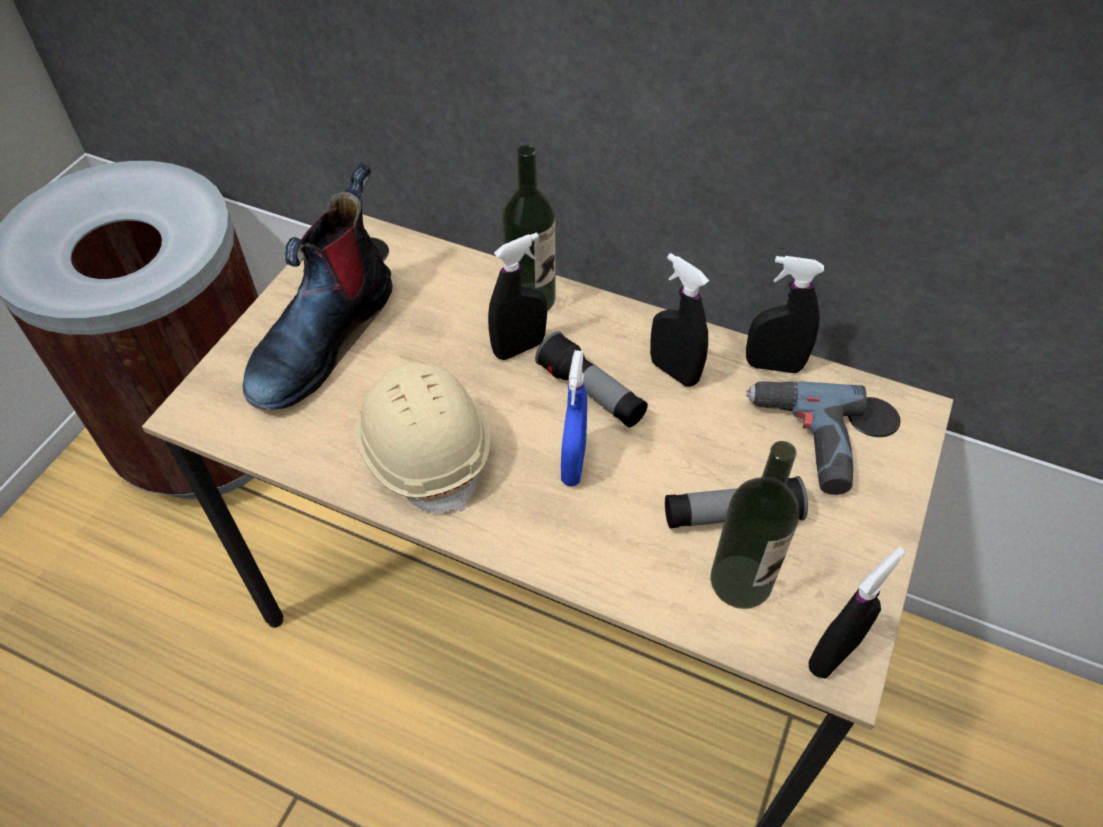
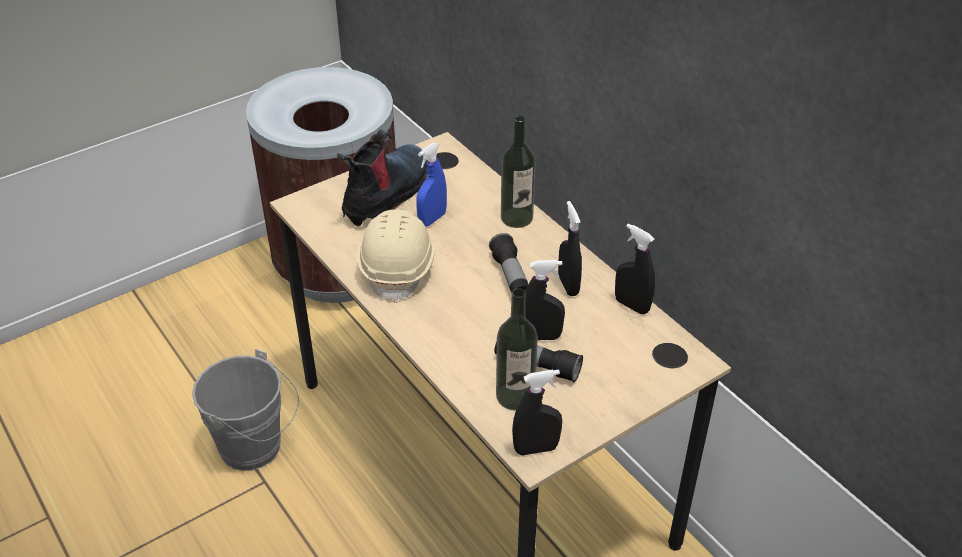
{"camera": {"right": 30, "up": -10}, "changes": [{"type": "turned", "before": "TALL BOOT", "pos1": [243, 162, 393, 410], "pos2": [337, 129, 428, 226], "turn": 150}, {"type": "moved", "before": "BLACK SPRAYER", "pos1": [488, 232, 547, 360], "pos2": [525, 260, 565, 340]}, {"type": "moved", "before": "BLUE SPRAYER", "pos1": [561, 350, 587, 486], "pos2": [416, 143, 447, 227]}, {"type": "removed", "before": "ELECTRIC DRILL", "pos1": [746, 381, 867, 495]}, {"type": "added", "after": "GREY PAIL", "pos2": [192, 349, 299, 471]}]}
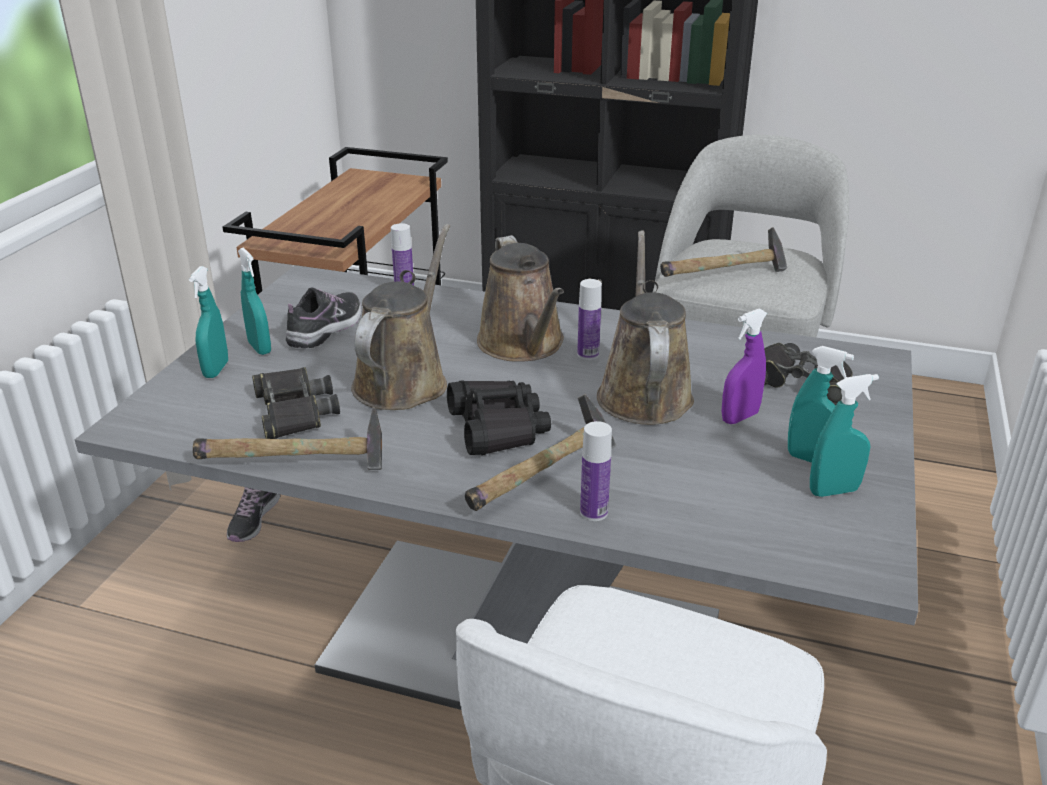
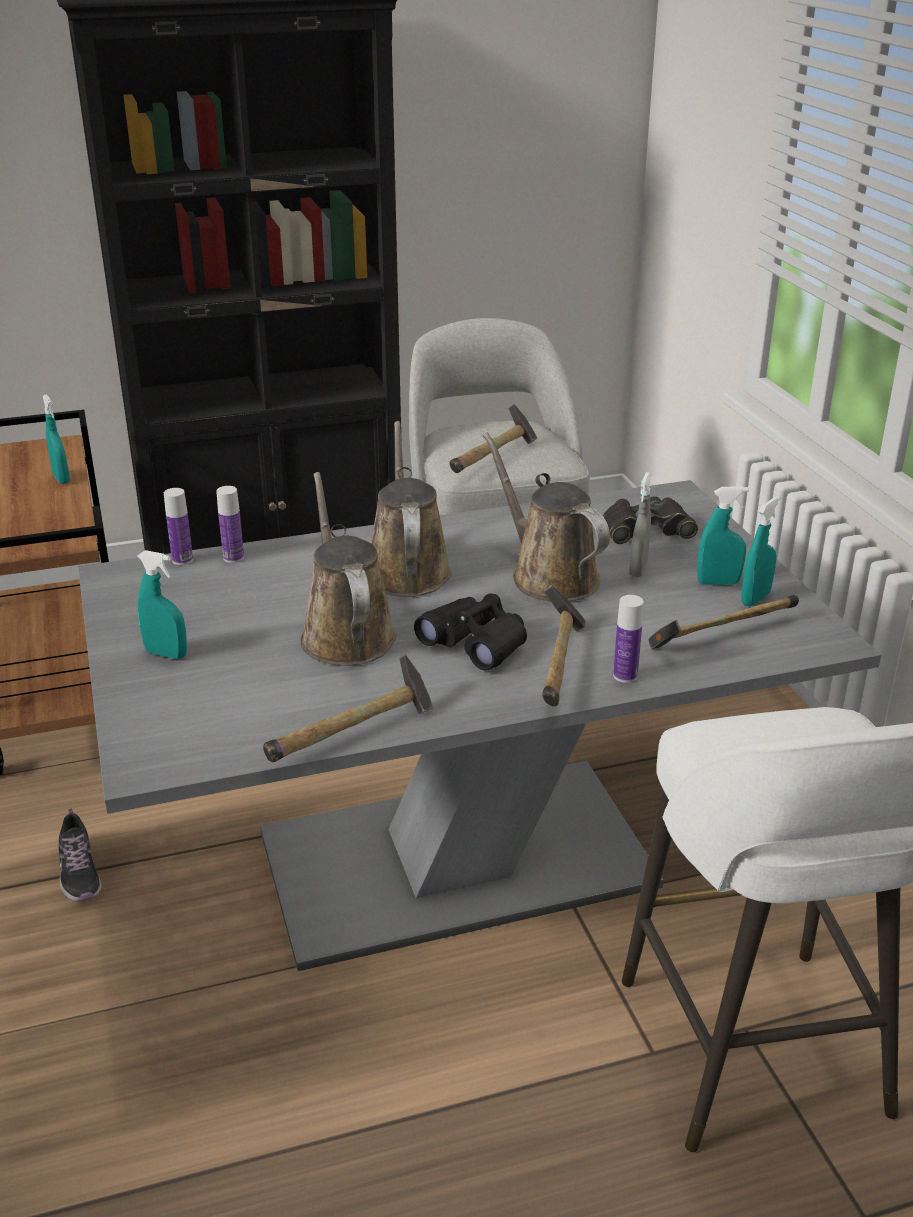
{"camera": {"right": -35, "up": 0}, "changes": [{"type": "moved", "before": "TURQUOISE SPRAYER", "pos1": [189, 266, 228, 378], "pos2": [43, 394, 70, 484]}, {"type": "removed", "before": "BLACK PAIR OF BINOCULARS", "pos1": [252, 367, 340, 439]}, {"type": "removed", "before": "SHOE", "pos1": [286, 287, 361, 348]}, {"type": "turned", "before": "BROWN-COLOURED SPRINKLING CAN", "pos1": [477, 235, 564, 362], "pos2": [371, 421, 452, 597], "turn": -135}, {"type": "moved", "before": "BEVERAGE BOTTLE", "pos1": [577, 279, 602, 360], "pos2": [164, 488, 193, 565]}, {"type": "recoloured", "before": "PURPLE-COLOURED SPRAYER", "after": "GREY SPRAYER", "pos1": [721, 309, 767, 424], "pos2": [629, 472, 651, 577]}, {"type": "added", "after": "TOOL HAMMER", "pos2": [648, 595, 799, 649]}]}
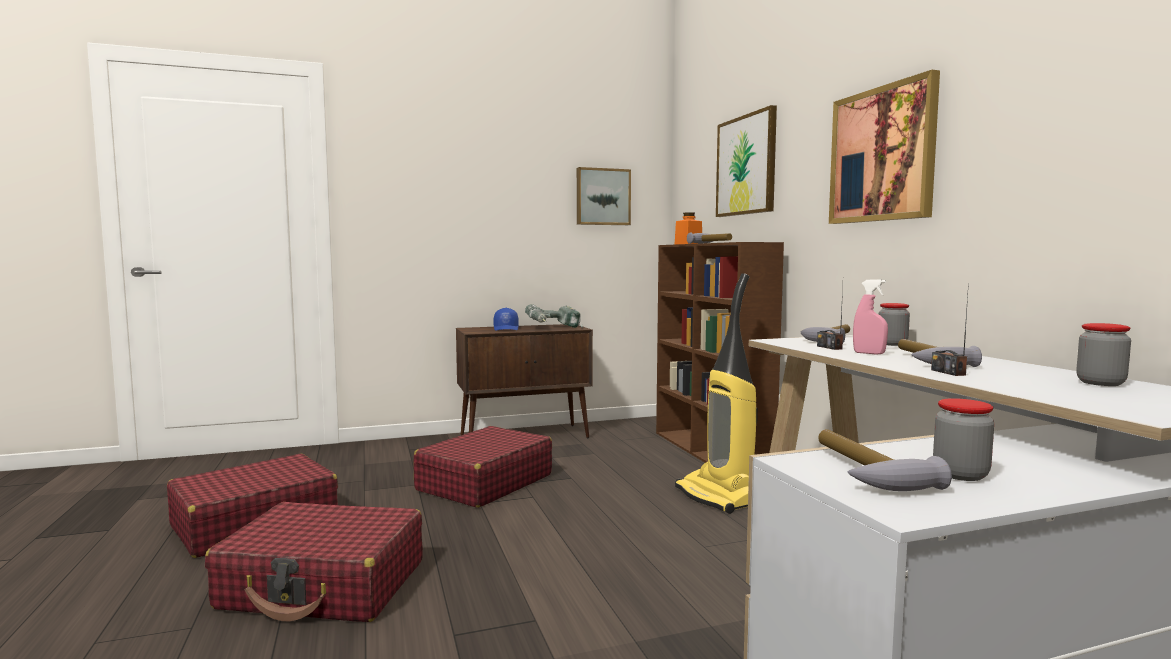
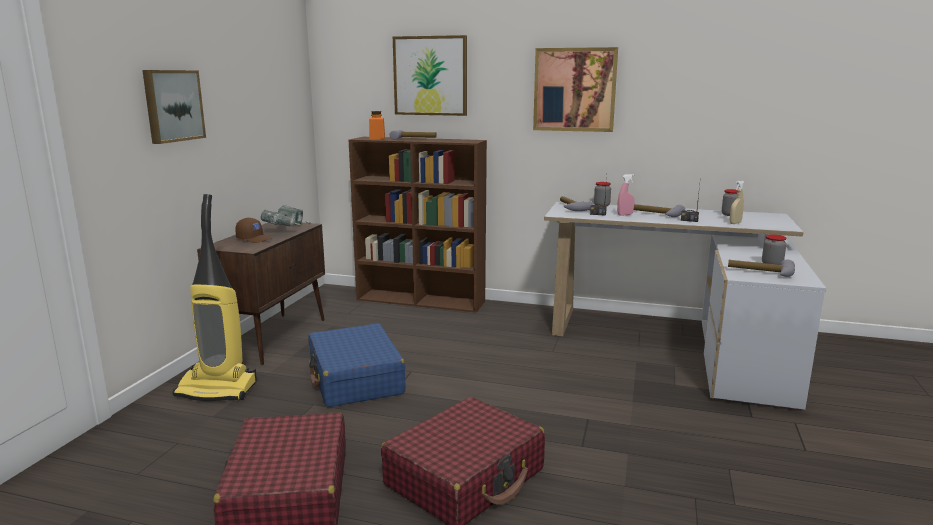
{"camera": {"right": -55, "up": 10}, "changes": [{"type": "recoloured", "before": "RED-COLOURED PIECE OF LUGGAGE", "after": "BLUE PIECE OF LUGGAGE", "pos1": [413, 426, 552, 508], "pos2": [308, 323, 406, 407]}, {"type": "recoloured", "before": "BLUE BASEBALL CAP", "after": "BROWN-COLOURED BASEBALL CAP", "pos1": [494, 308, 519, 331], "pos2": [235, 218, 272, 243]}, {"type": "moved", "before": "WALL ART", "pos1": [577, 167, 631, 225], "pos2": [142, 70, 206, 144]}, {"type": "moved", "before": "VACUUM CLEANER", "pos1": [675, 273, 758, 514], "pos2": [173, 194, 257, 401]}, {"type": "added", "after": "BEIGE-COLOURED SPRAYER", "pos2": [729, 180, 744, 224]}]}
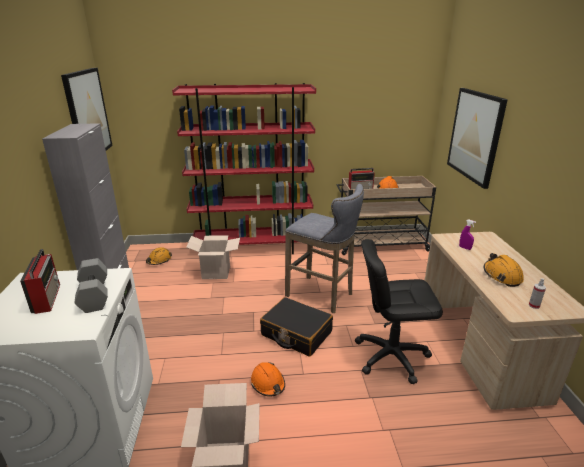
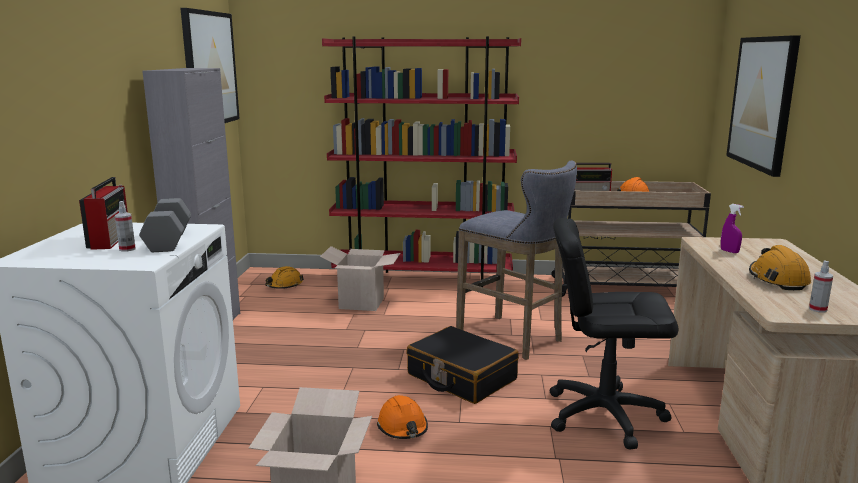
{"camera": {"right": 10, "up": -10}, "changes": [{"type": "added", "after": "SPRAYER", "pos2": [115, 201, 136, 252]}]}
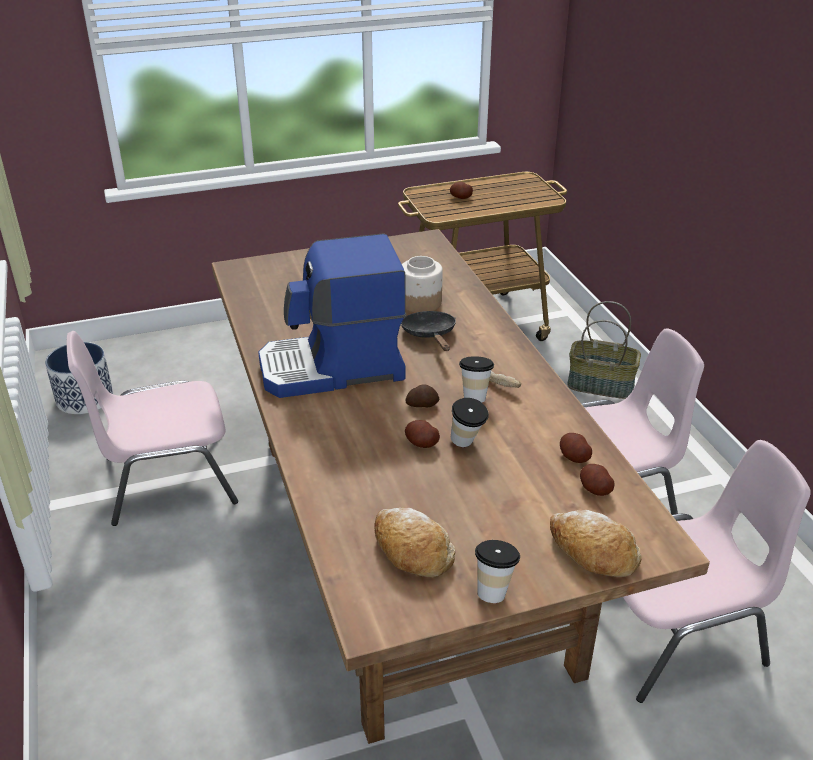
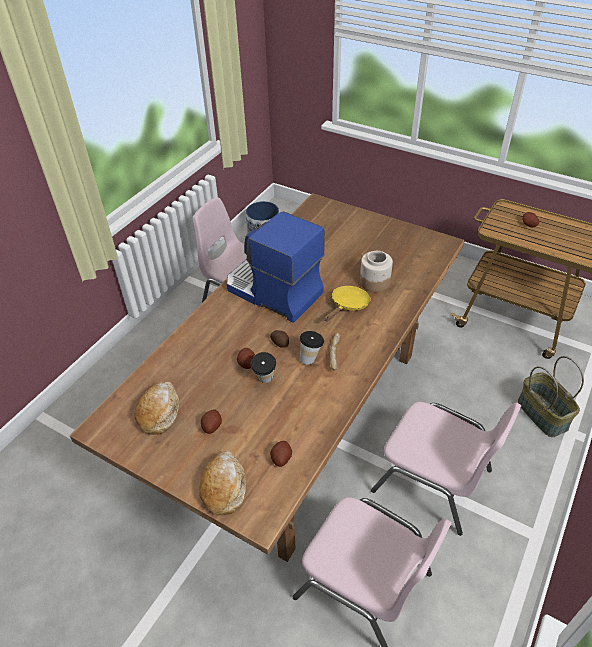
{"camera": {"right": 50, "up": 10}, "changes": [{"type": "recoloured", "before": "BLACK SKILLET", "after": "YELLOWISH SKILLET", "pos1": [401, 311, 456, 351], "pos2": [324, 286, 371, 321]}, {"type": "removed", "before": "SMALL CUP", "pos1": [475, 540, 520, 603]}, {"type": "moved", "before": "SPUD", "pos1": [560, 433, 592, 463], "pos2": [201, 409, 222, 434]}]}
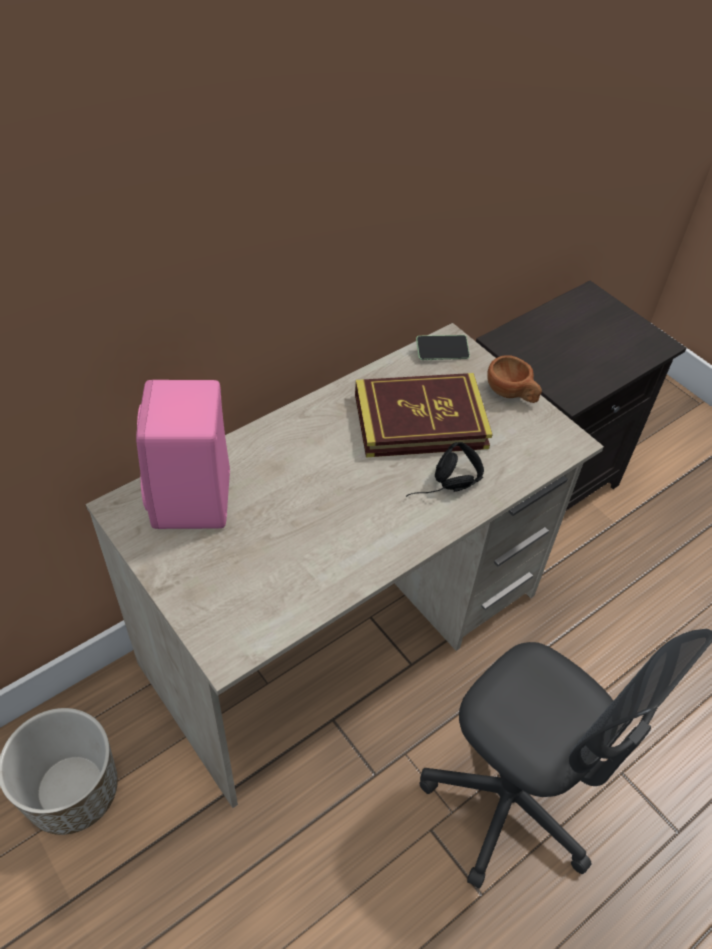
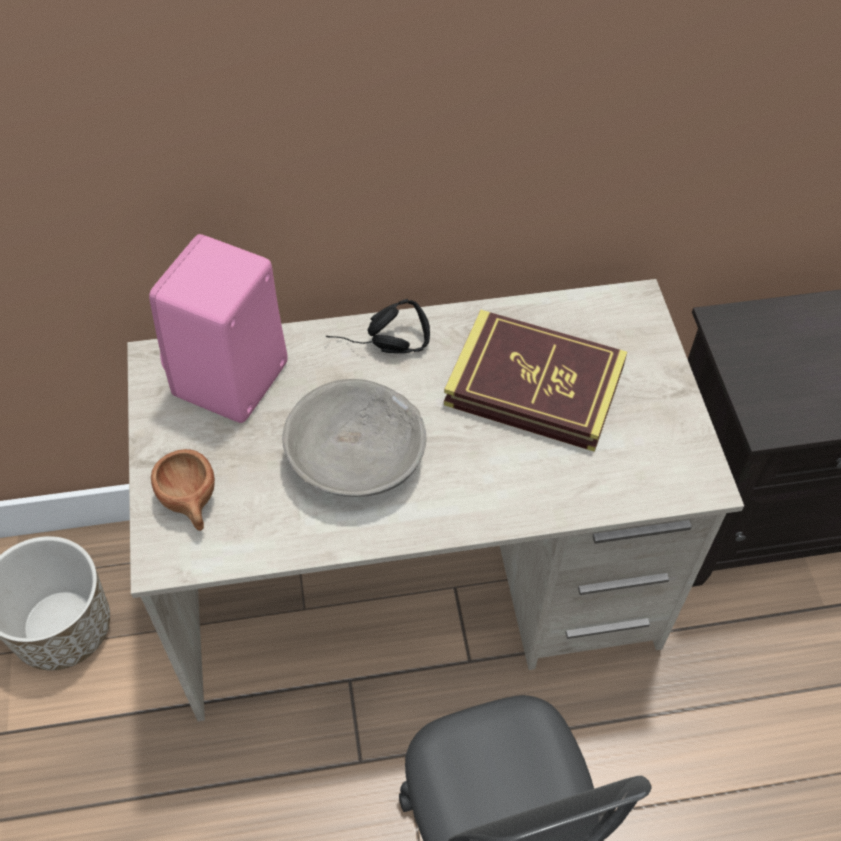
{"camera": {"right": 30, "up": 5}, "changes": [{"type": "moved", "before": "BLACK PAIR OF HEADPHONES", "pos1": [406, 442, 484, 497], "pos2": [326, 299, 430, 353]}, {"type": "removed", "before": "HANDSET", "pos1": [416, 335, 470, 360]}, {"type": "moved", "before": "BROWN-COLOURED SMALL CUP", "pos1": [487, 355, 542, 403], "pos2": [151, 449, 215, 531]}, {"type": "added", "after": "GREY DEEP DISH", "pos2": [282, 379, 427, 497]}]}
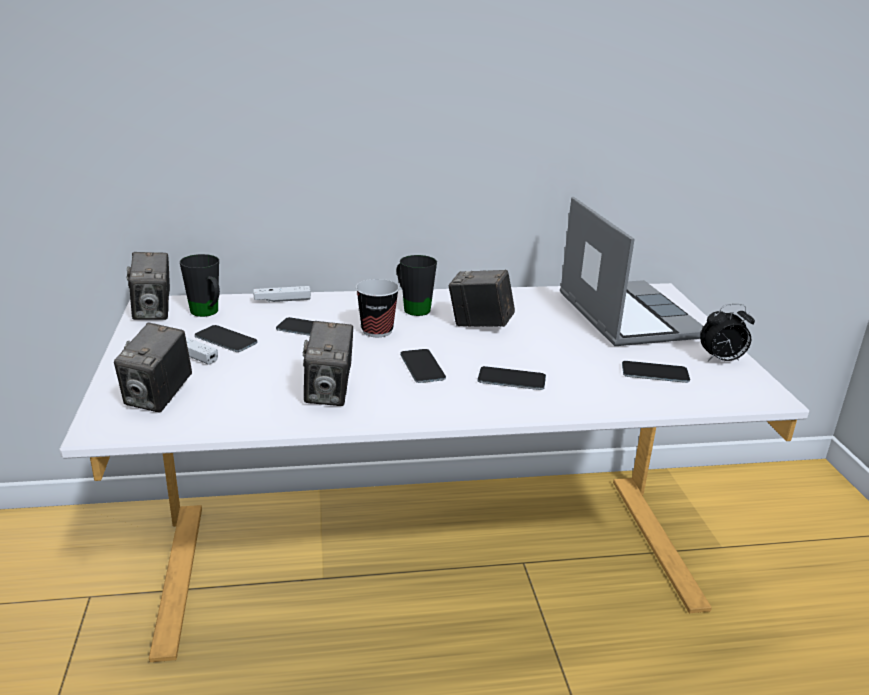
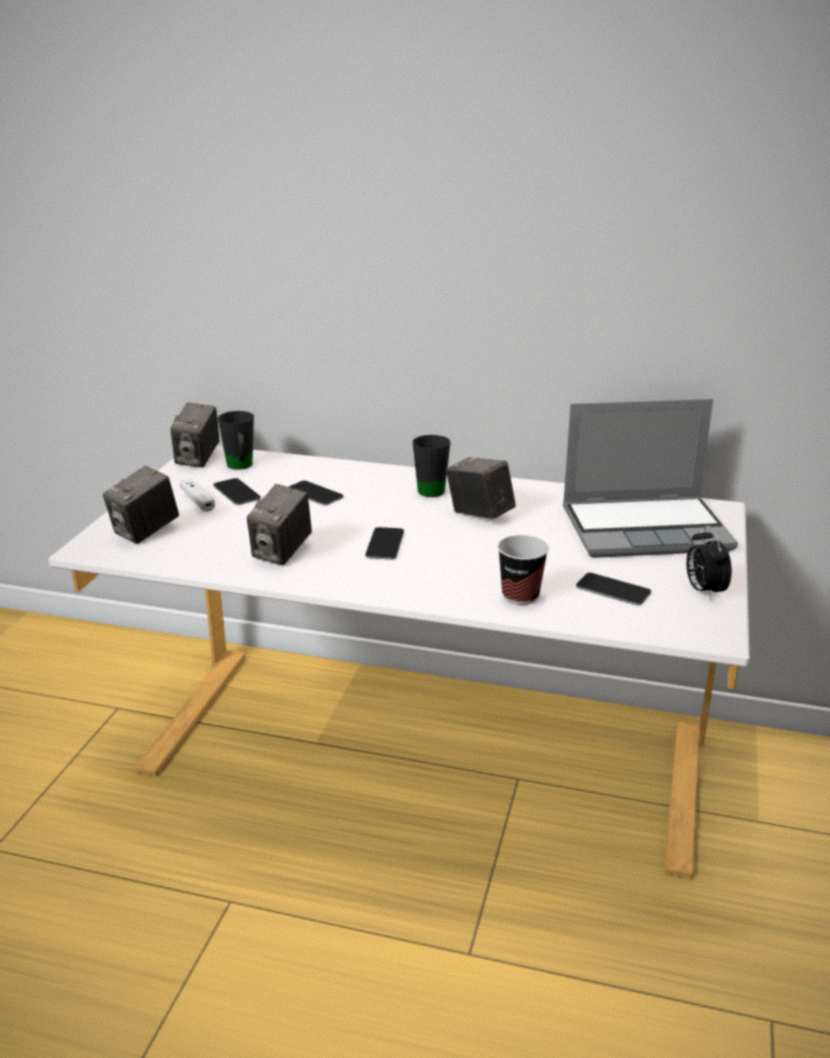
{"camera": {"right": 25, "up": 0}, "changes": [{"type": "removed", "before": "WHITISH GAMEPAD", "pos1": [253, 286, 311, 302]}, {"type": "moved", "before": "SMALL CUP", "pos1": [356, 279, 399, 337], "pos2": [497, 535, 549, 605]}, {"type": "removed", "before": "HANDSET", "pos1": [478, 366, 546, 390]}, {"type": "turned", "before": "PORTABLE COMPUTER", "pos1": [560, 197, 704, 346], "pos2": [563, 399, 738, 558], "turn": 75}, {"type": "turned", "before": "TABLE CLOCK", "pos1": [700, 304, 755, 361], "pos2": [686, 526, 732, 601], "turn": 60}]}
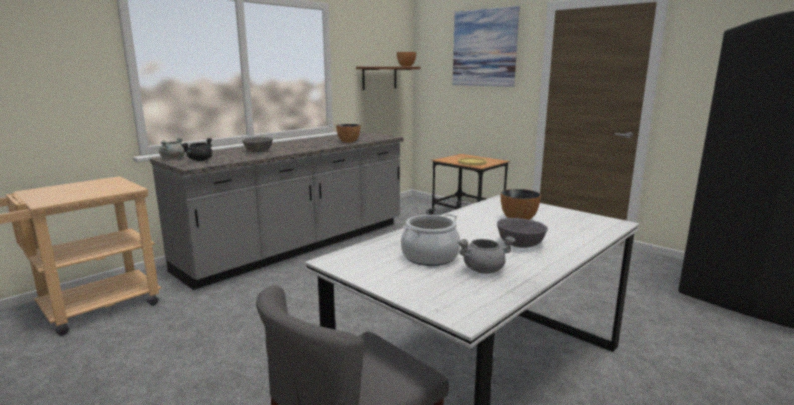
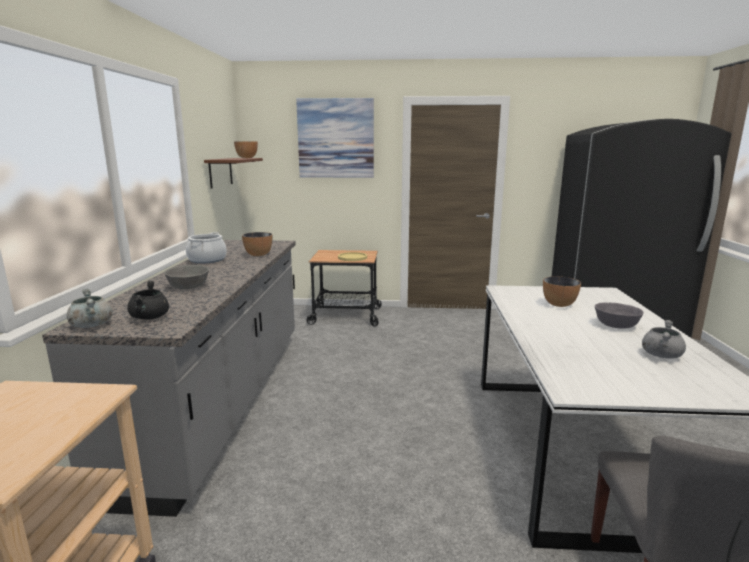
{"camera": {"right": -40, "up": 0}, "changes": [{"type": "moved", "before": "STOCKPOT", "pos1": [401, 214, 461, 266], "pos2": [186, 232, 227, 264]}]}
